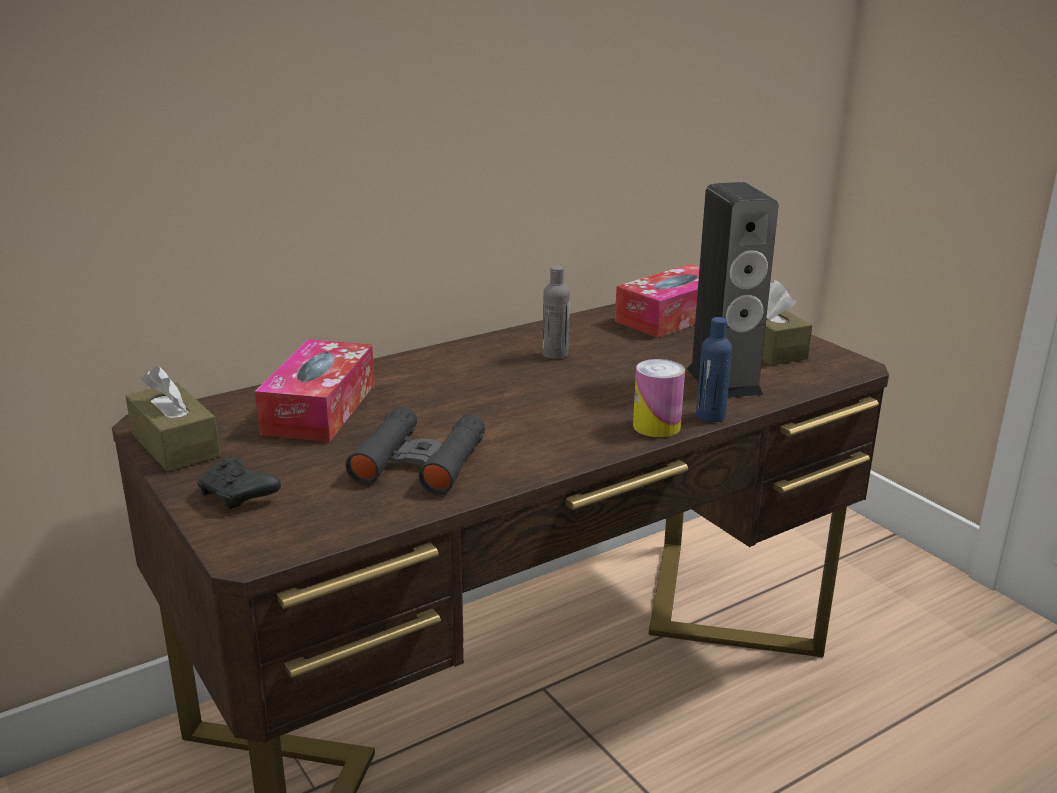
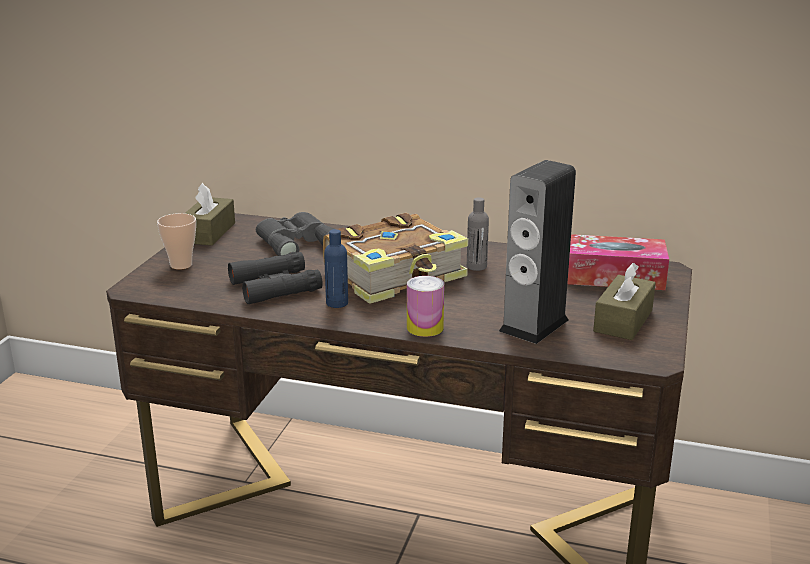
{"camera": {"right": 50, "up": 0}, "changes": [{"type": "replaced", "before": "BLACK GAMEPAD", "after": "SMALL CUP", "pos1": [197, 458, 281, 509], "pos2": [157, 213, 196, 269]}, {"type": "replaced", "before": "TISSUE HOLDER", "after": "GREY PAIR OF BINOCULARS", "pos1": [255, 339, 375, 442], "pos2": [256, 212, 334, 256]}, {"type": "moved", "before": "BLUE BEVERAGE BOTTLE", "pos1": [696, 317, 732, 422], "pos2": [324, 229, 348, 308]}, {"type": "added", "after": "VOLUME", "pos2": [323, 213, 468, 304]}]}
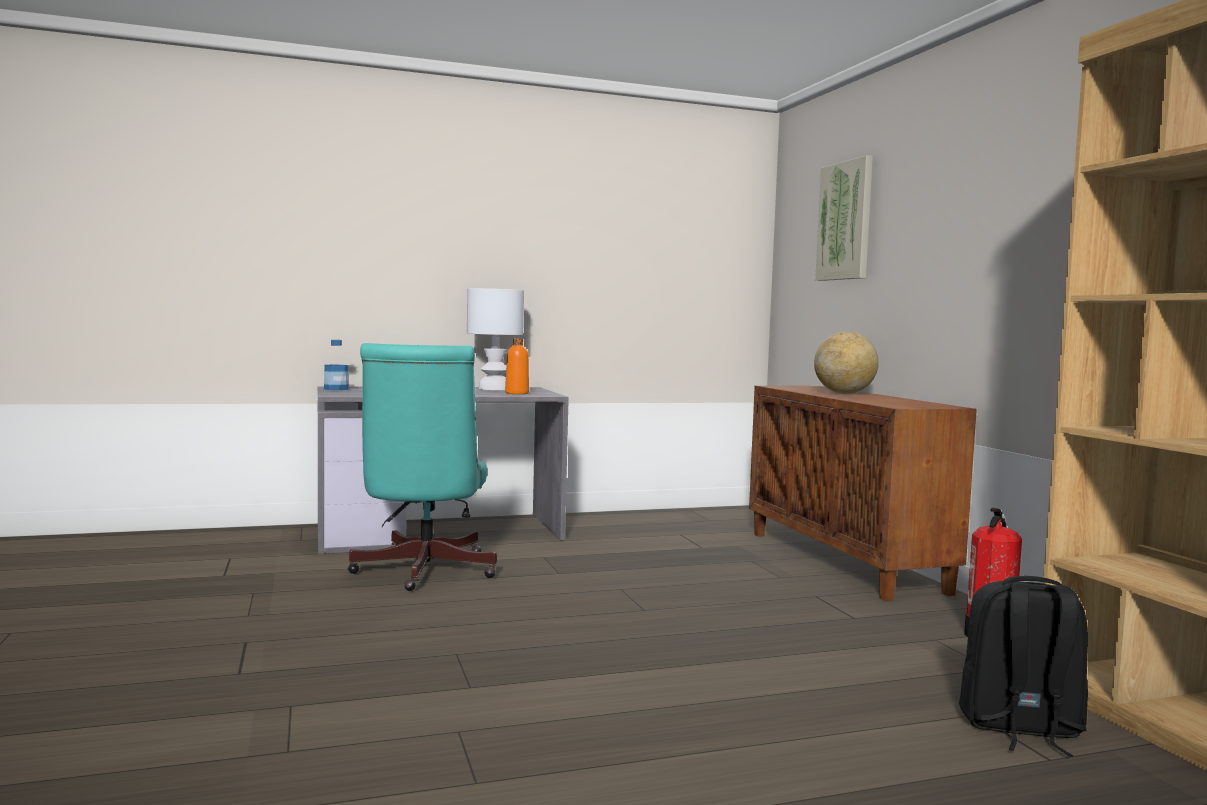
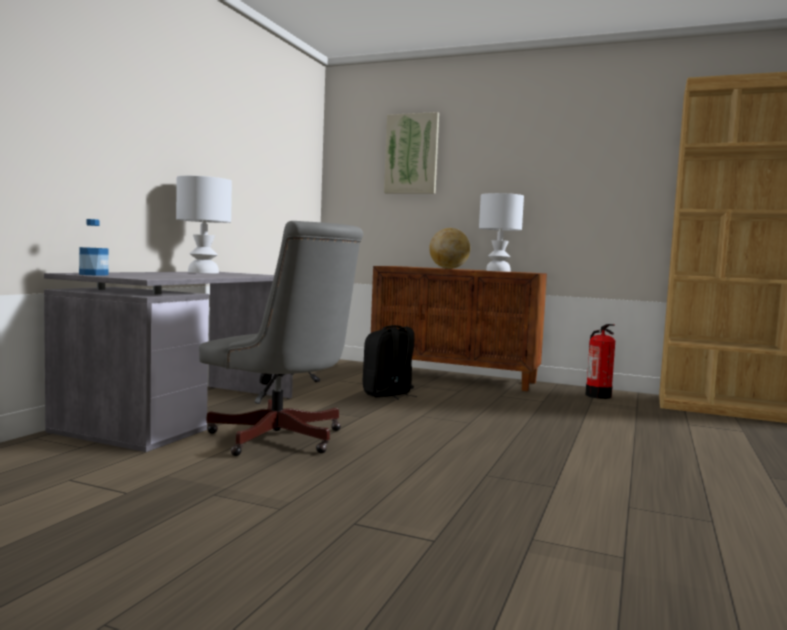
{"camera": {"right": -50, "up": 0}, "changes": [{"type": "recoloured", "before": "TURQUOISE COMPUTER CHAIR", "after": "GREY COMPUTER CHAIR", "pos1": [348, 343, 497, 591], "pos2": [199, 221, 363, 456]}, {"type": "removed", "before": "ORANGE BEVERAGE BOTTLE", "pos1": [505, 338, 529, 394]}, {"type": "moved", "before": "BLACK KNAPSACK", "pos1": [959, 576, 1088, 757], "pos2": [363, 325, 417, 400]}, {"type": "added", "after": "WHITISH TABLE LAMP", "pos2": [479, 193, 524, 272]}]}
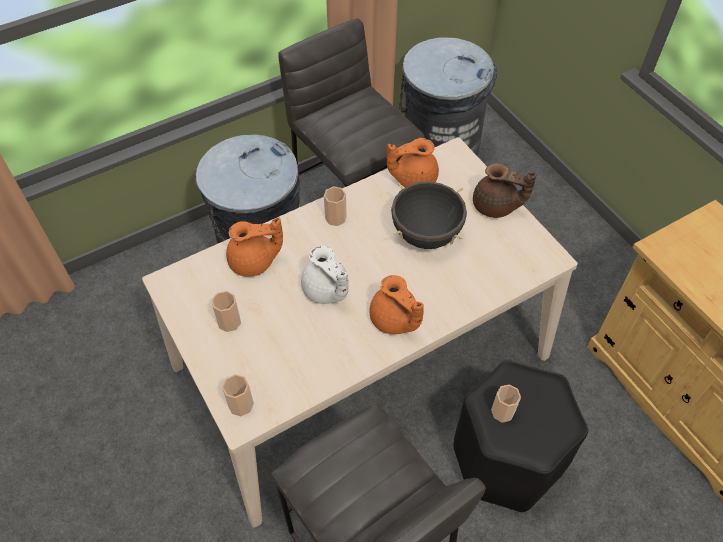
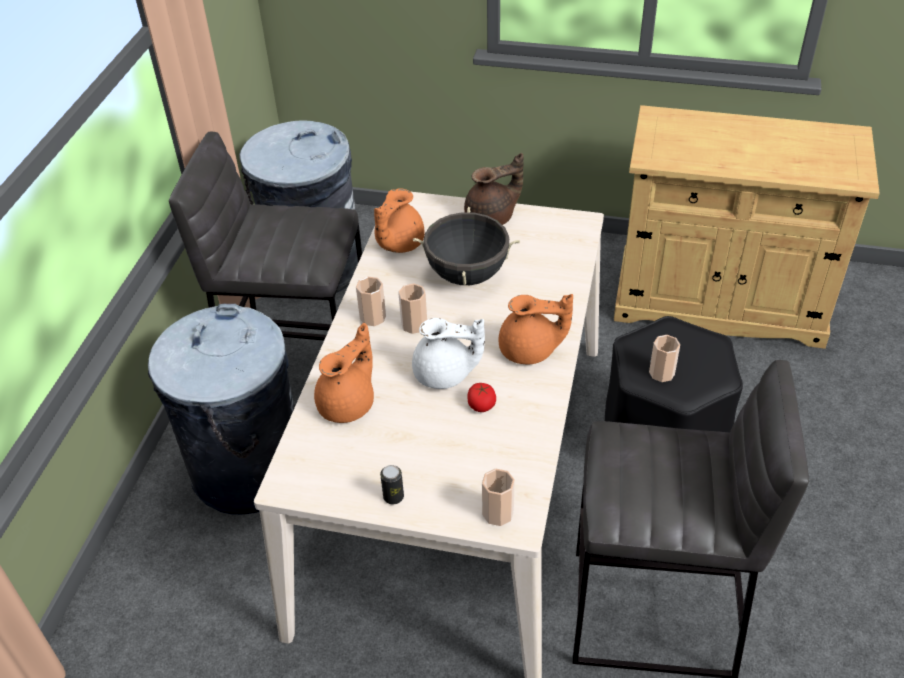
{"camera": {"right": -45, "up": -10}, "changes": [{"type": "moved", "before": "SMALL CUP", "pos1": [212, 291, 241, 332], "pos2": [398, 283, 427, 334]}, {"type": "added", "after": "METAL CAN", "pos2": [380, 465, 404, 504]}, {"type": "added", "after": "TOMATO", "pos2": [467, 383, 496, 412]}]}
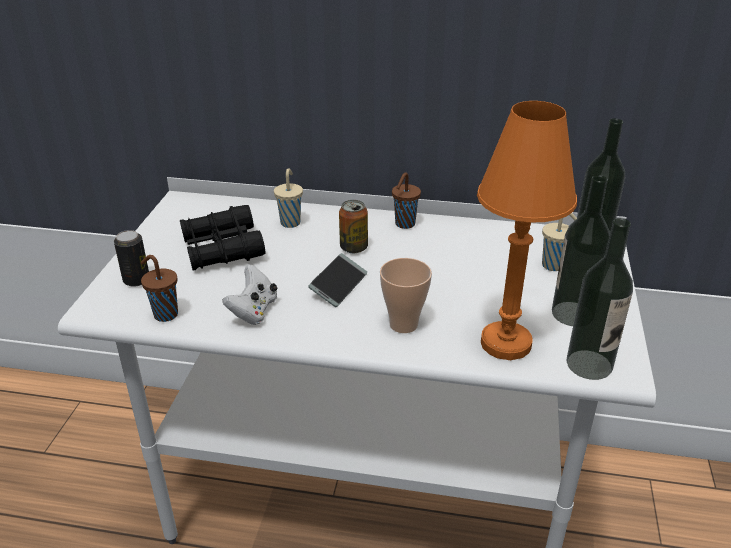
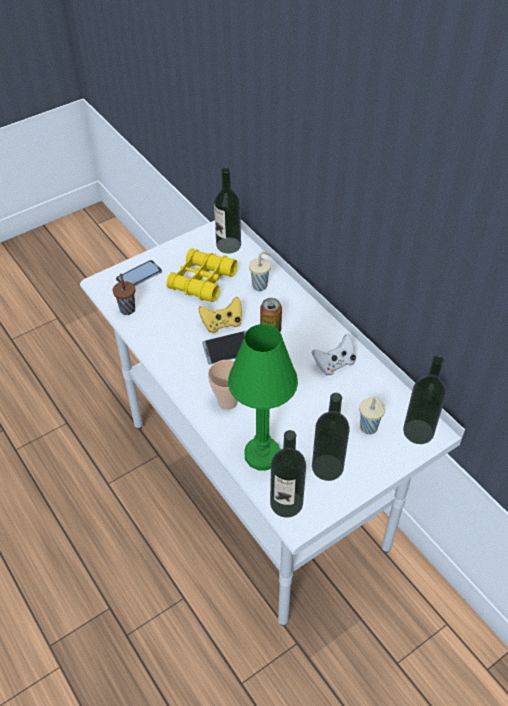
{"camera": {"right": 45, "up": 15}, "changes": [{"type": "replaced", "before": "METAL CAN", "after": "HANDSET", "pos1": [114, 230, 149, 287], "pos2": [116, 260, 162, 286]}, {"type": "recoloured", "before": "BLACK PAIR OF BINOCULARS", "after": "YELLOWISH PAIR OF BINOCULARS", "pos1": [180, 205, 266, 271], "pos2": [166, 248, 238, 302]}, {"type": "moved", "before": "WHITISH GAMEPAD", "pos1": [222, 264, 277, 325], "pos2": [312, 334, 356, 376]}, {"type": "removed", "before": "BROWN-COLOURED SMALL CUP", "pos1": [392, 173, 421, 229]}, {"type": "recoloured", "before": "ORANGE TABLE LAMP", "after": "GREEN-COLOURED TABLE LAMP", "pos1": [477, 101, 577, 360], "pos2": [228, 324, 298, 470]}, {"type": "added", "after": "YELLOWISH GAMEPAD", "pos2": [199, 297, 242, 333]}, {"type": "added", "after": "BEVERAGE BOTTLE", "pos2": [214, 167, 241, 254]}]}
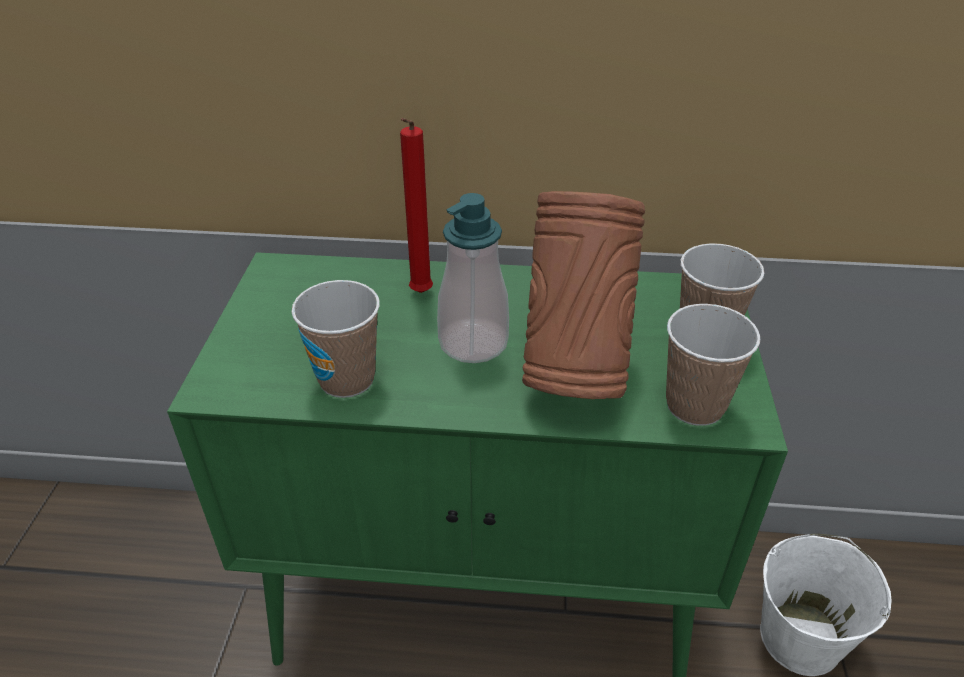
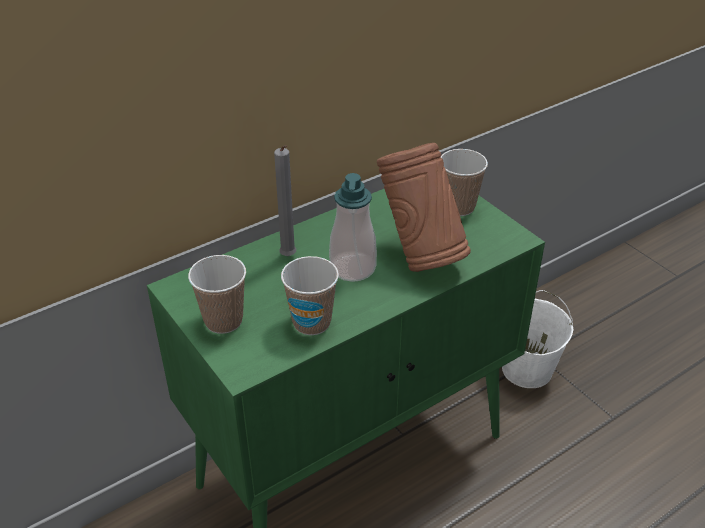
{"camera": {"right": -40, "up": 0}, "changes": [{"type": "recoloured", "before": "RED-COLOURED WAX LIGHT", "after": "GREY WAX LIGHT", "pos1": [400, 118, 433, 293], "pos2": [274, 145, 296, 256]}, {"type": "moved", "before": "SMALL CUP", "pos1": [666, 304, 760, 426], "pos2": [188, 255, 246, 334]}]}
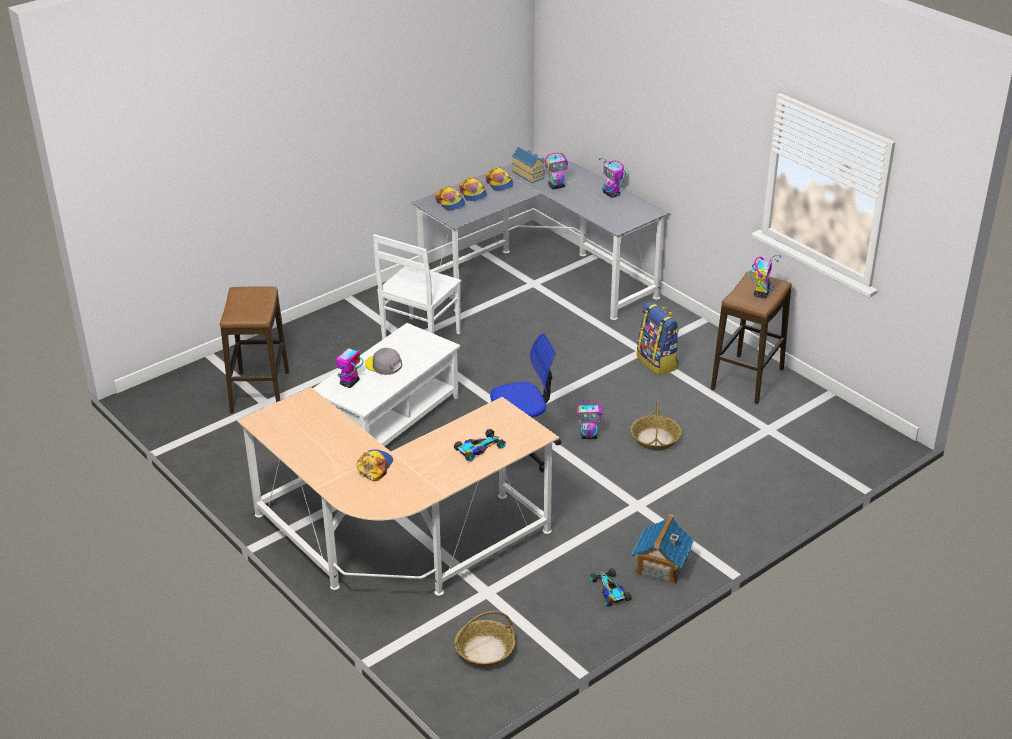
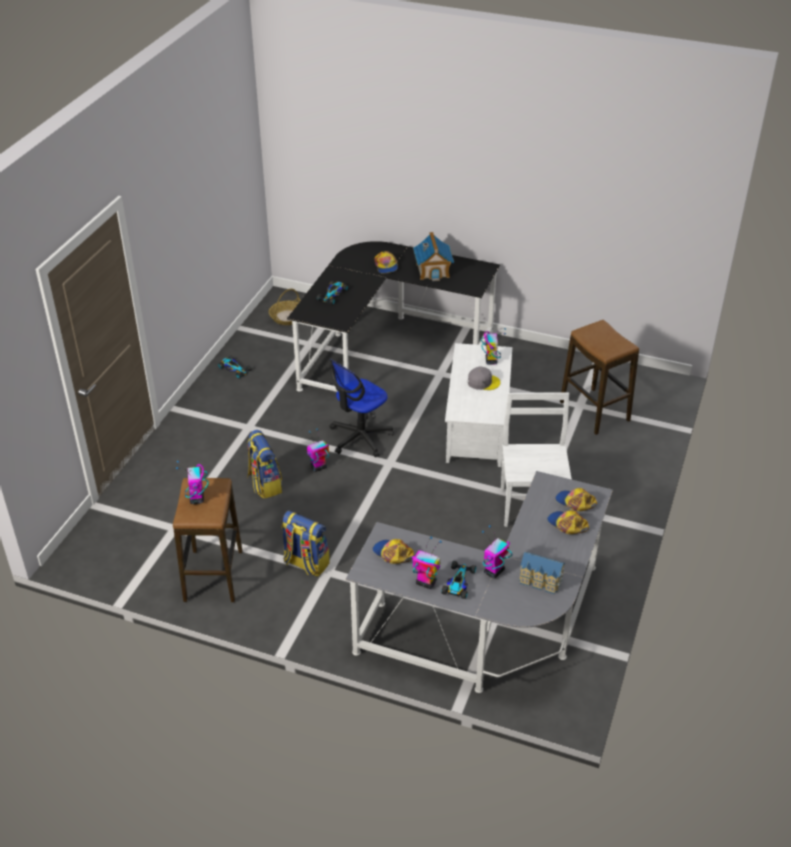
{"camera": {"right": 150, "up": 5}, "changes": [{"type": "recoloured", "before": "BEIGE-COLOURED DESK UNIT", "after": "BLACK DESK UNIT", "pos1": [237, 387, 559, 596], "pos2": [287, 241, 500, 392]}, {"type": "moved", "before": "BASEBALL CAP", "pos1": [486, 167, 514, 191], "pos2": [372, 539, 414, 564]}, {"type": "replaced", "before": "BASKET", "after": "KNAPSACK", "pos1": [631, 399, 682, 450], "pos2": [247, 430, 282, 499]}, {"type": "moved", "before": "TOY HOUSE", "pos1": [631, 514, 694, 585], "pos2": [413, 232, 454, 281]}, {"type": "added", "after": "TOY CAR", "pos2": [441, 561, 476, 599]}]}
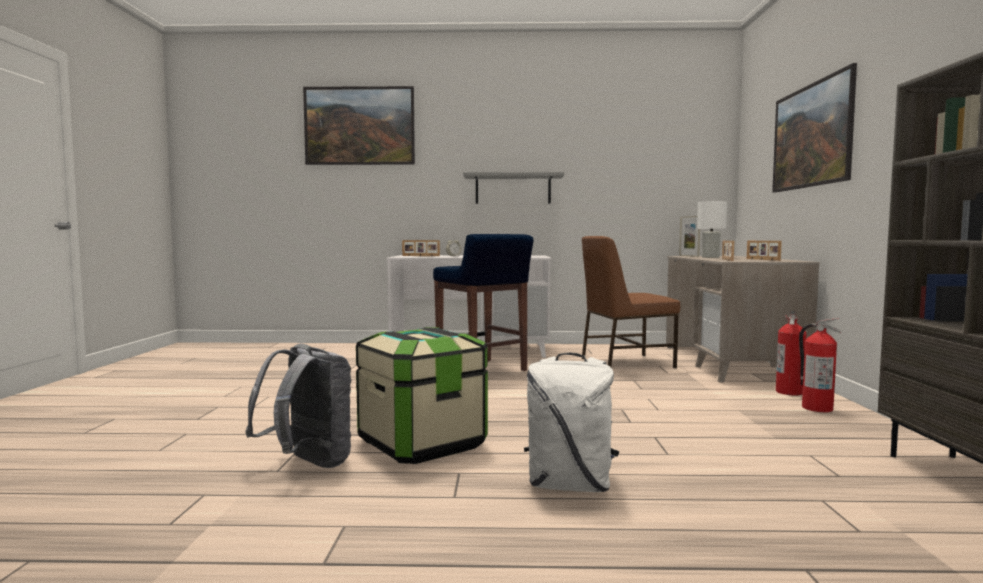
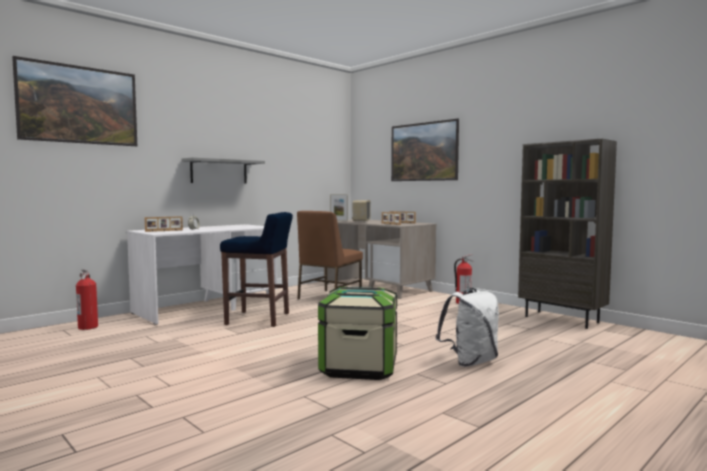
{"camera": {"right": -45, "up": 0}, "changes": [{"type": "removed", "before": "GREY KNAPSACK", "pos1": [246, 343, 351, 468]}, {"type": "replaced", "before": "WHITISH TABLE LAMP", "after": "RADIO RECEIVER", "pos1": [697, 201, 727, 258], "pos2": [352, 200, 371, 222]}, {"type": "moved", "before": "FIRE-FIGHTING CYLINDER", "pos1": [776, 311, 807, 396], "pos2": [76, 270, 98, 330]}]}
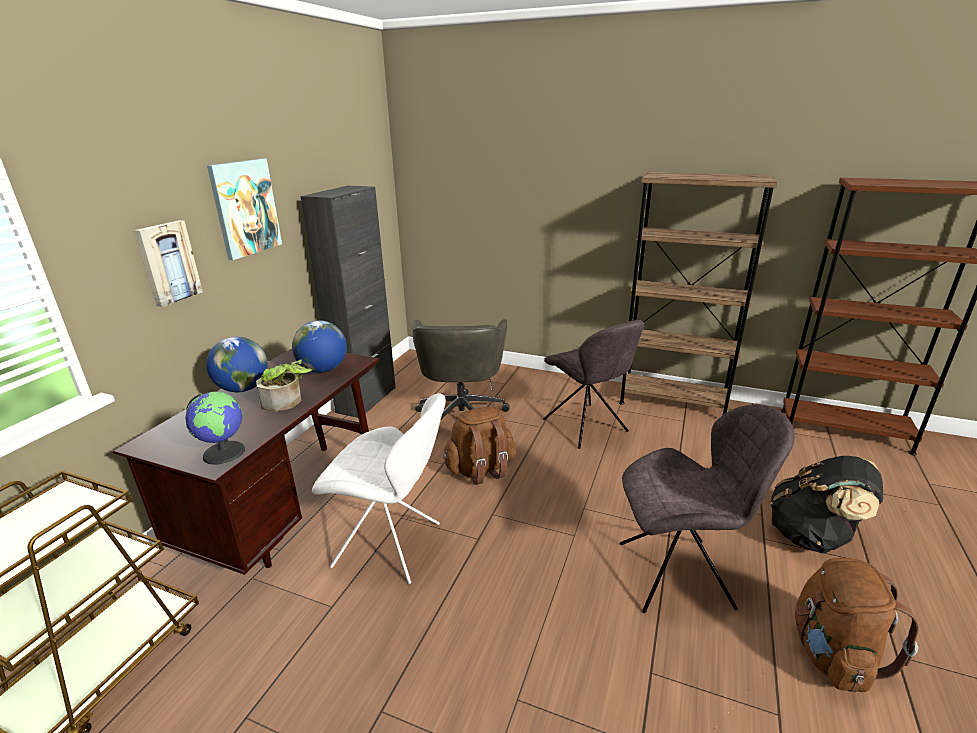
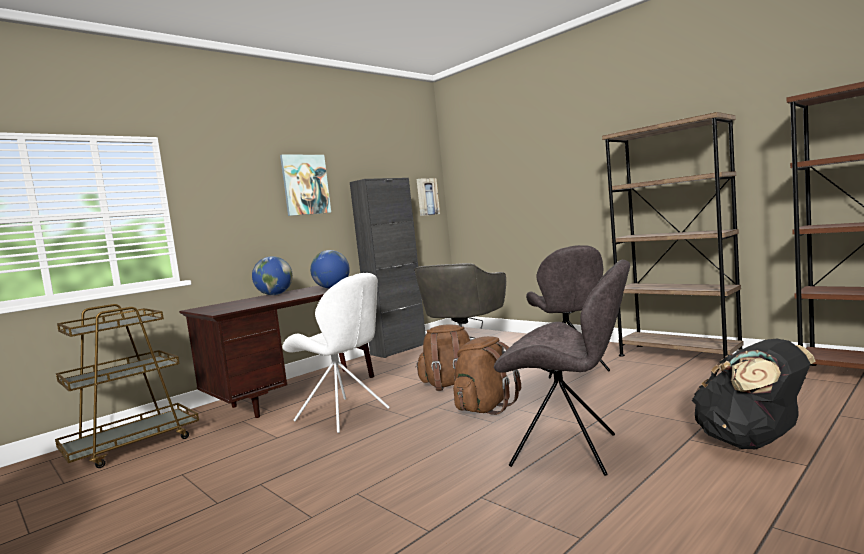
{"camera": {"right": 25, "up": -20}, "changes": [{"type": "moved", "before": "WALL ART", "pos1": [134, 220, 203, 307], "pos2": [417, 178, 440, 216]}, {"type": "removed", "before": "WORLD GLOBE", "pos1": [185, 392, 245, 465]}, {"type": "removed", "before": "POTTED PLANT", "pos1": [256, 360, 312, 412]}, {"type": "moved", "before": "BROWN-COLOURED KNAPSACK", "pos1": [795, 558, 919, 692], "pos2": [453, 336, 521, 415]}]}
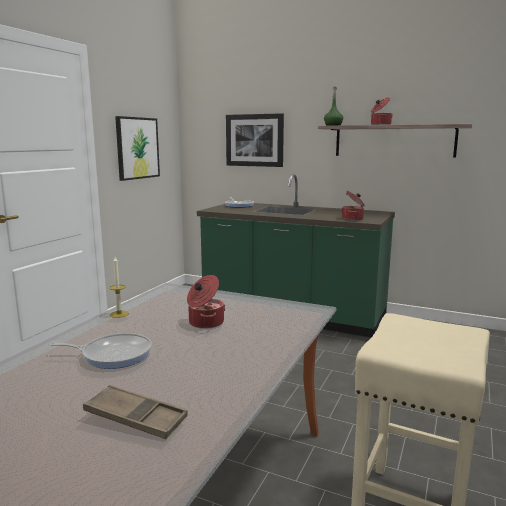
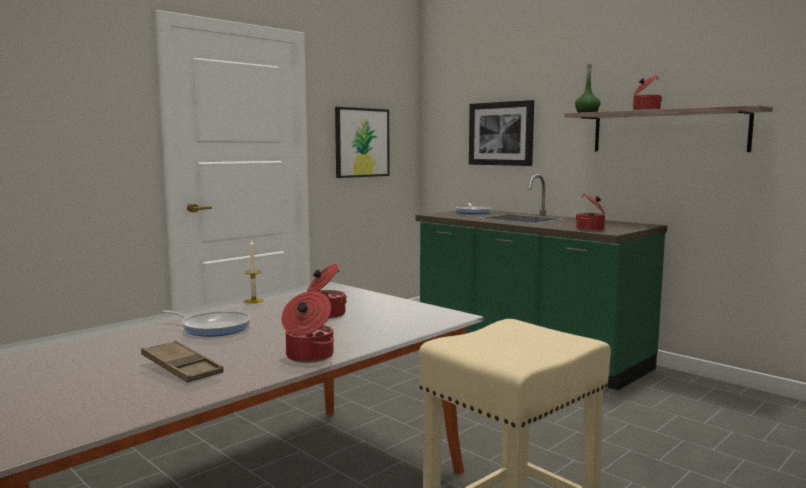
{"camera": {"right": 20, "up": -5}, "changes": [{"type": "added", "after": "STOCKPOT", "pos2": [281, 291, 334, 363]}]}
